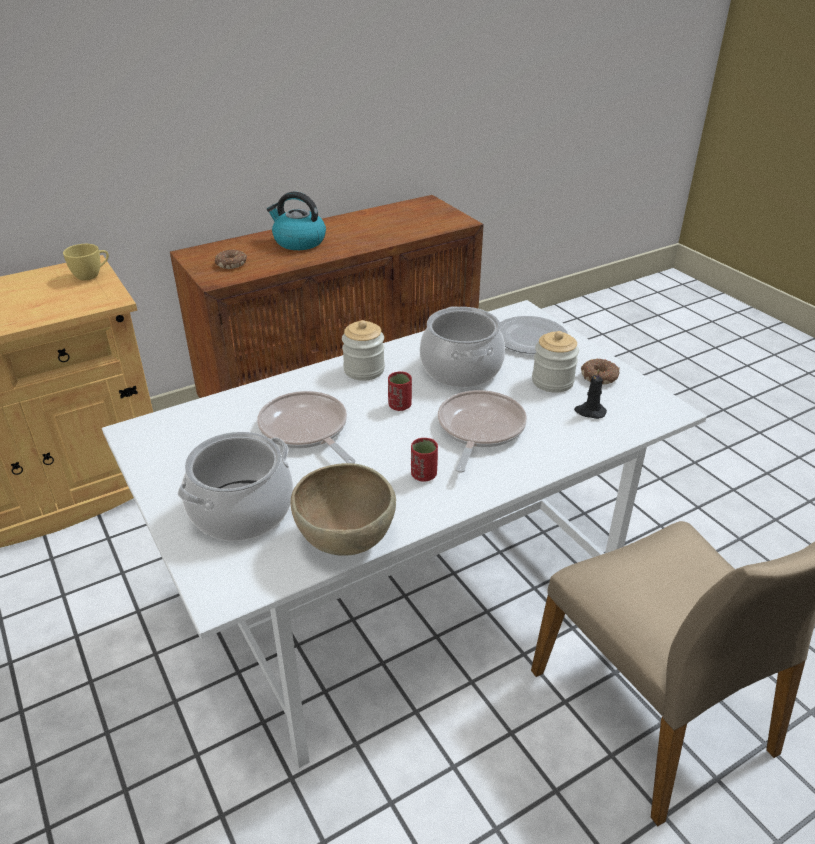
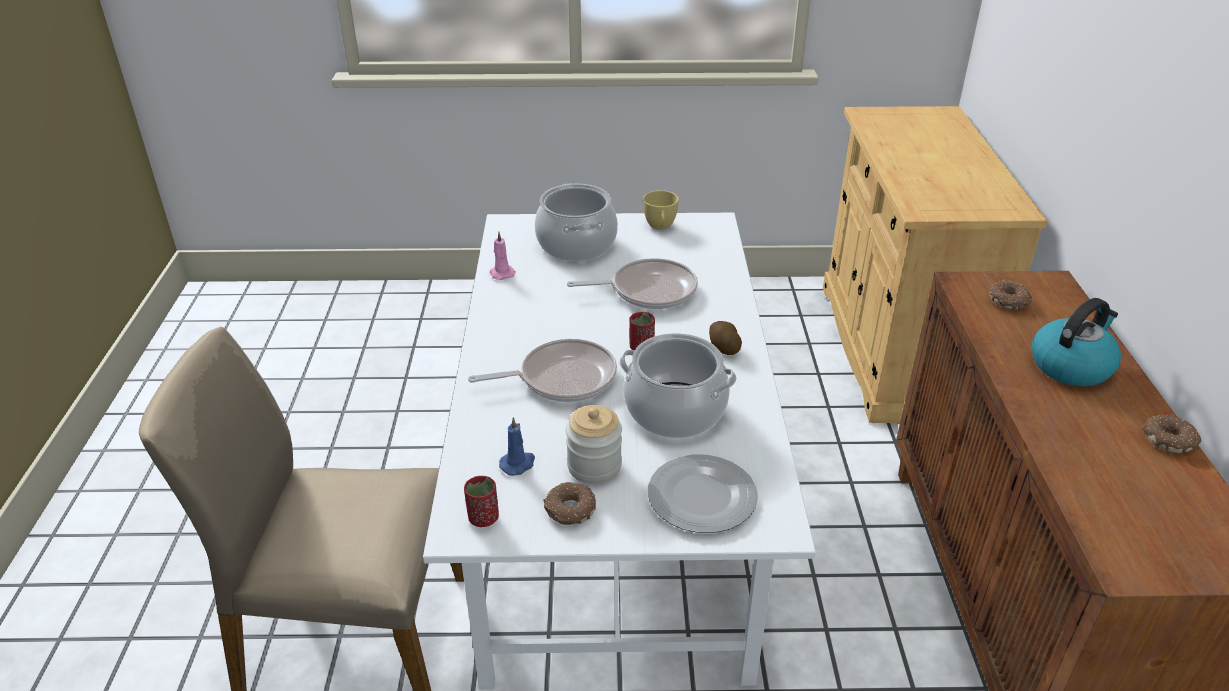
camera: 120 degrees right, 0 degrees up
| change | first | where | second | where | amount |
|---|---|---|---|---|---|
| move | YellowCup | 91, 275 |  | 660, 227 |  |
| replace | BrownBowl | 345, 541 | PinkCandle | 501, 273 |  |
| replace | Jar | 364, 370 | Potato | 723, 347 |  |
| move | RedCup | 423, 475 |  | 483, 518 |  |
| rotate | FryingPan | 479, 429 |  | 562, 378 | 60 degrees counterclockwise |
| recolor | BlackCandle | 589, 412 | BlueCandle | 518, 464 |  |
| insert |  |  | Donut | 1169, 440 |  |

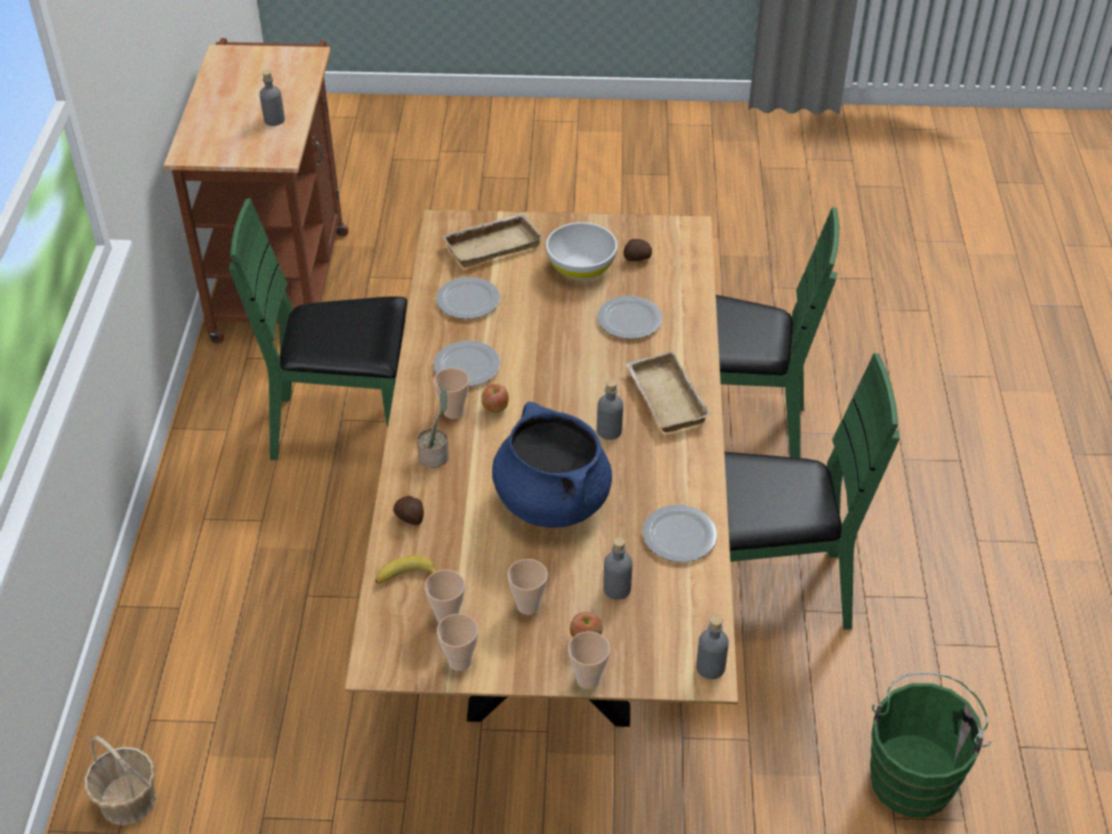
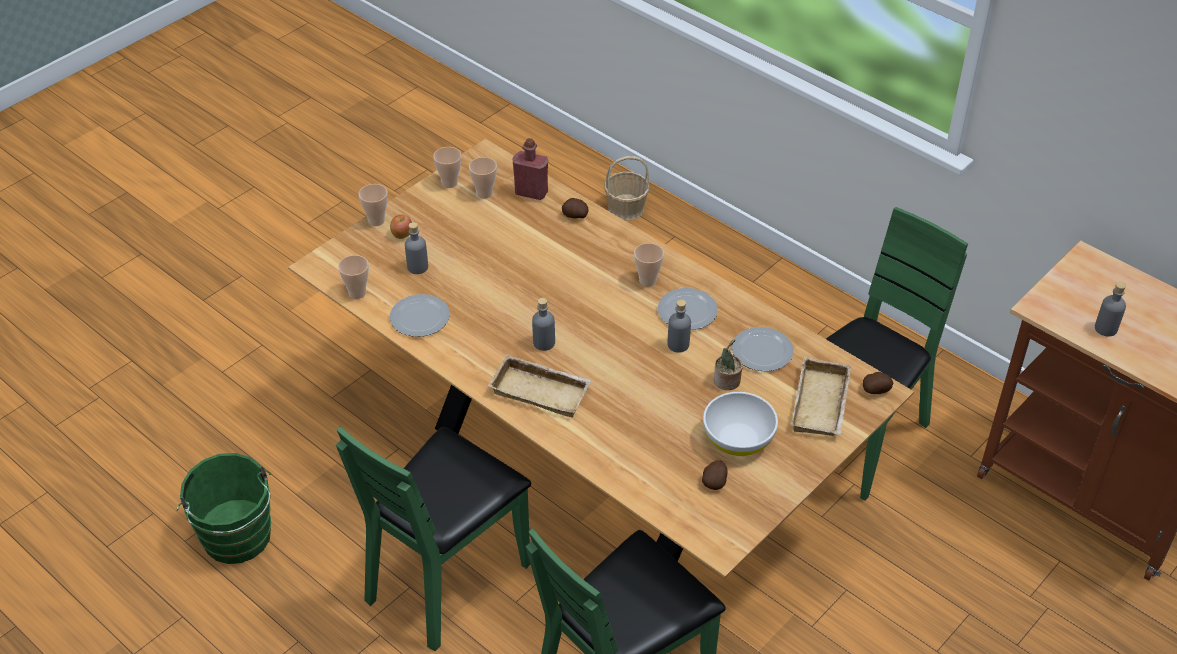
camera: 130 degrees right, 0 degrees up
| change | first | where | second | where | amount |
|---|---|---|---|---|---|
| replace | Banana | 406, 577 | RedBottle | 531, 193 |  |
| move | PottedPlant | 435, 455 |  | 727, 382 |  |
| delete | Apple | 495, 408 |  |  |  |
| delete | BlueCookingPot | 551, 500 |  |  |  |
| move | Cup | 528, 606 |  | 357, 293 |  |
| delete | Plate | 630, 320 |  |  |  |
| move | GreyBottle | 710, 667 |  | 678, 344 |  |
| insert |  |  | Potato | 876, 390 |  |

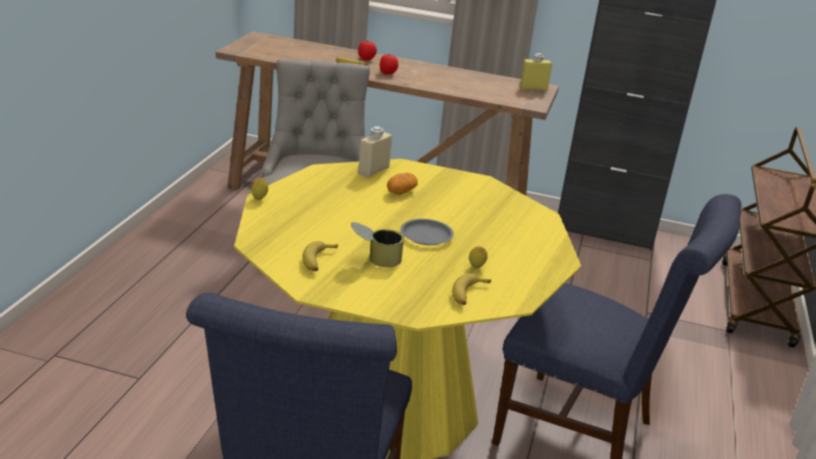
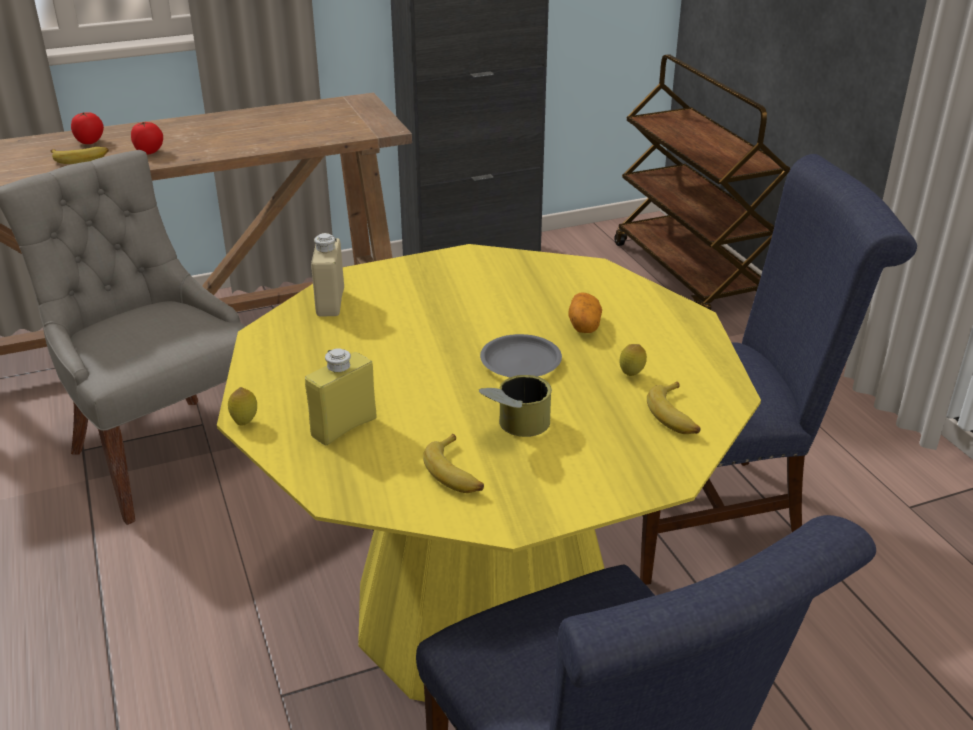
camera: 35 degrees left, 5 degrees up
| change | first | where | second | where | amount |
|---|---|---|---|---|---|
| move | Potato | 401, 192 |  | 584, 325 |  |
| move | YellowBottle | 533, 88 |  | 344, 427 |  |

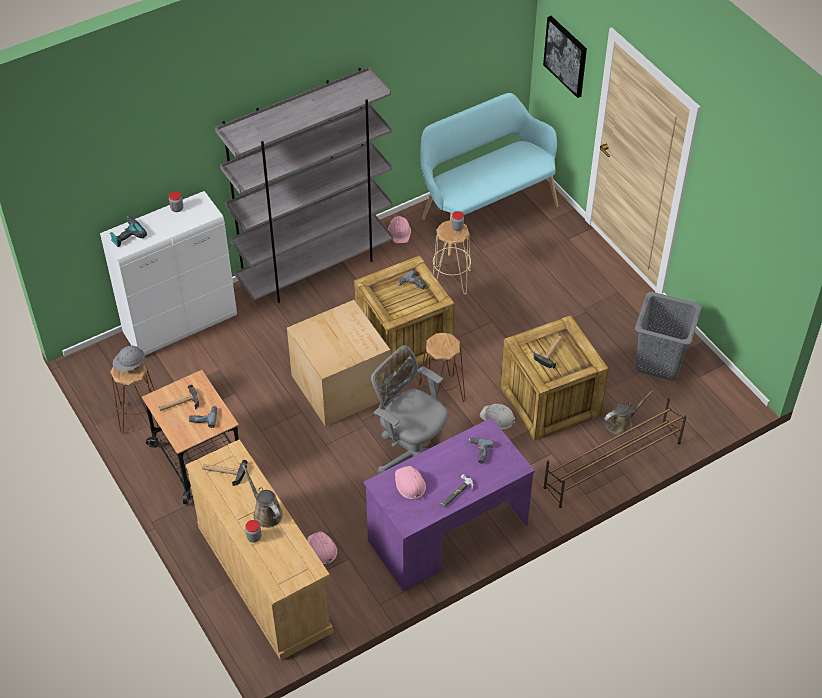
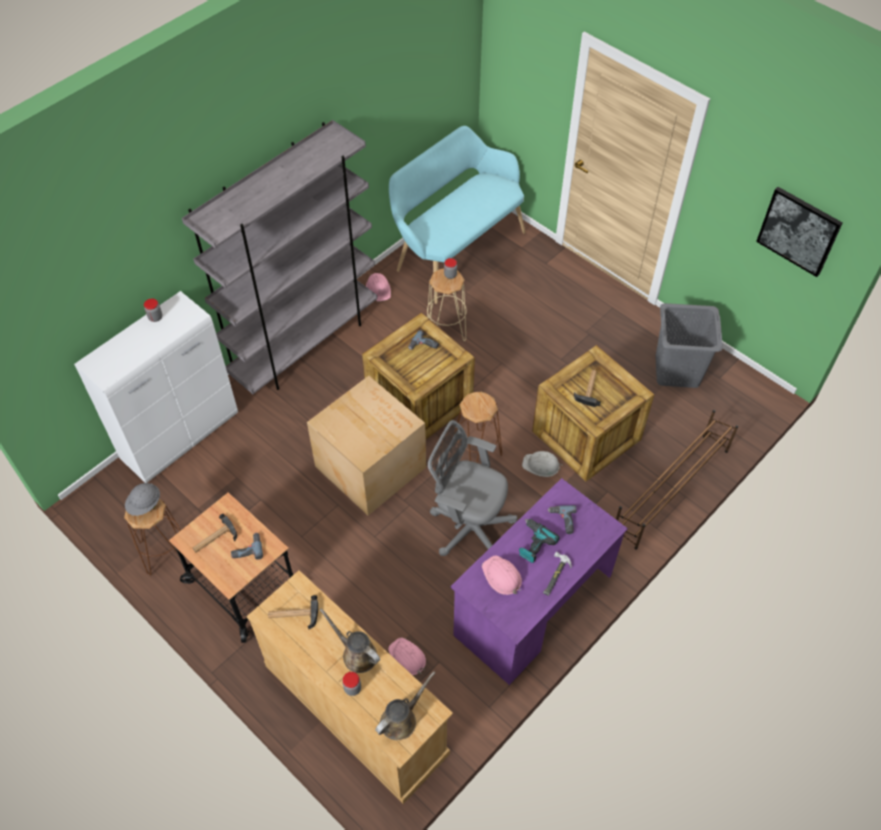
camera: 15 degrees left, 5 degrees up
| change | first | where | second | where | amount |
|---|---|---|---|---|---|
| move | PowerDrill | 126, 235 |  | 533, 543 |  |
| move | Picture | 566, 56 |  | 799, 231 |  |
| move | BrownWateringCan | 621, 423 |  | 401, 719 |  |

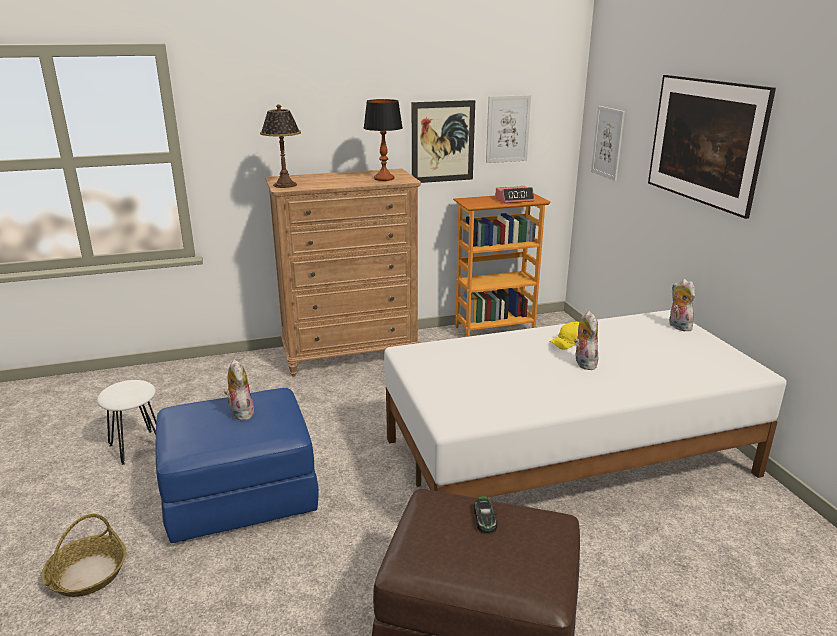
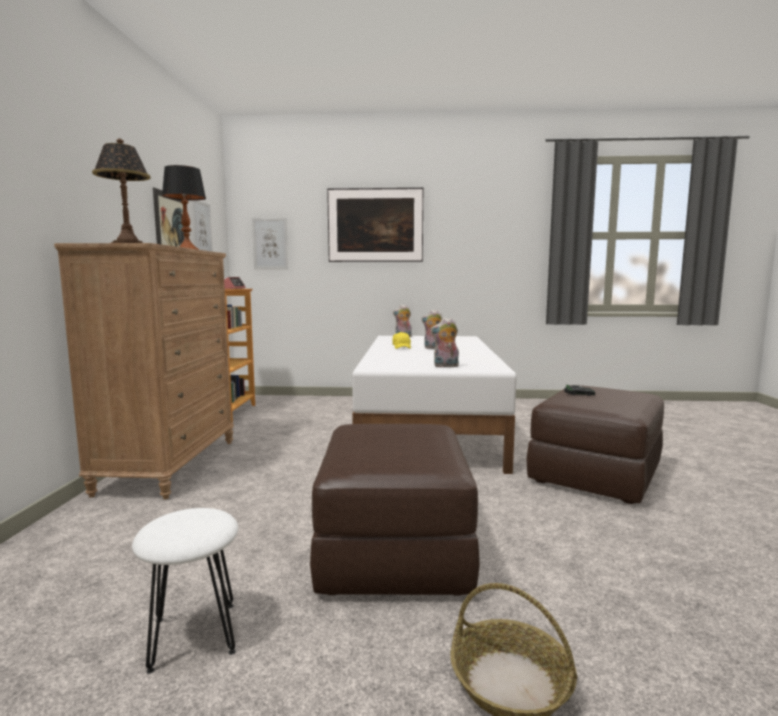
camera: 70 degrees left, 15 degrees down
| change | first | where | second | where | amount |
|---|---|---|---|---|---|
| recolor | BlueOttoman | 241, 494 | BrownOttoman | 393, 548 |  |
| move | PlushToy | 240, 413 |  | 445, 366 |  |

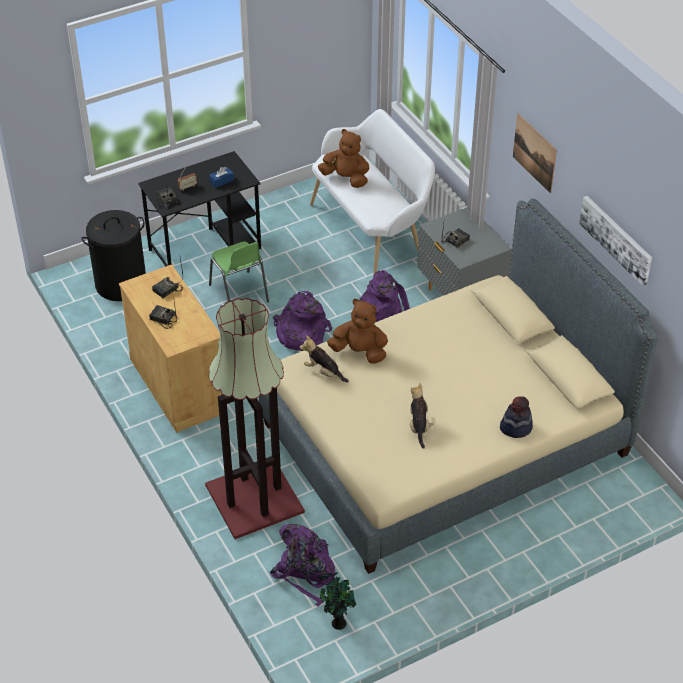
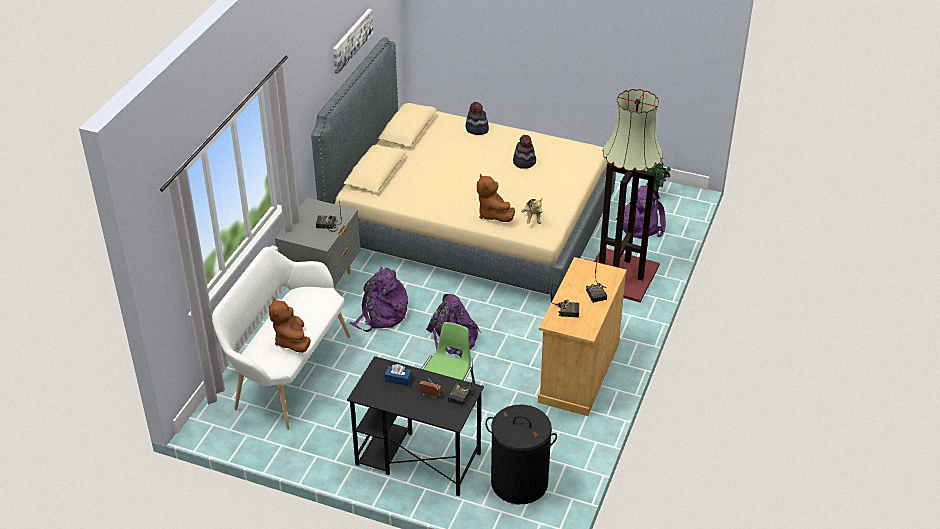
camera: 130 degrees left, 5 degrees down
| change | first | where | second | where | amount |
|---|---|---|---|---|---|
| replace | PlushToy | 419, 426 | Hat | 524, 162 |  |
| delete | Picture | 534, 153 |  |  |  |

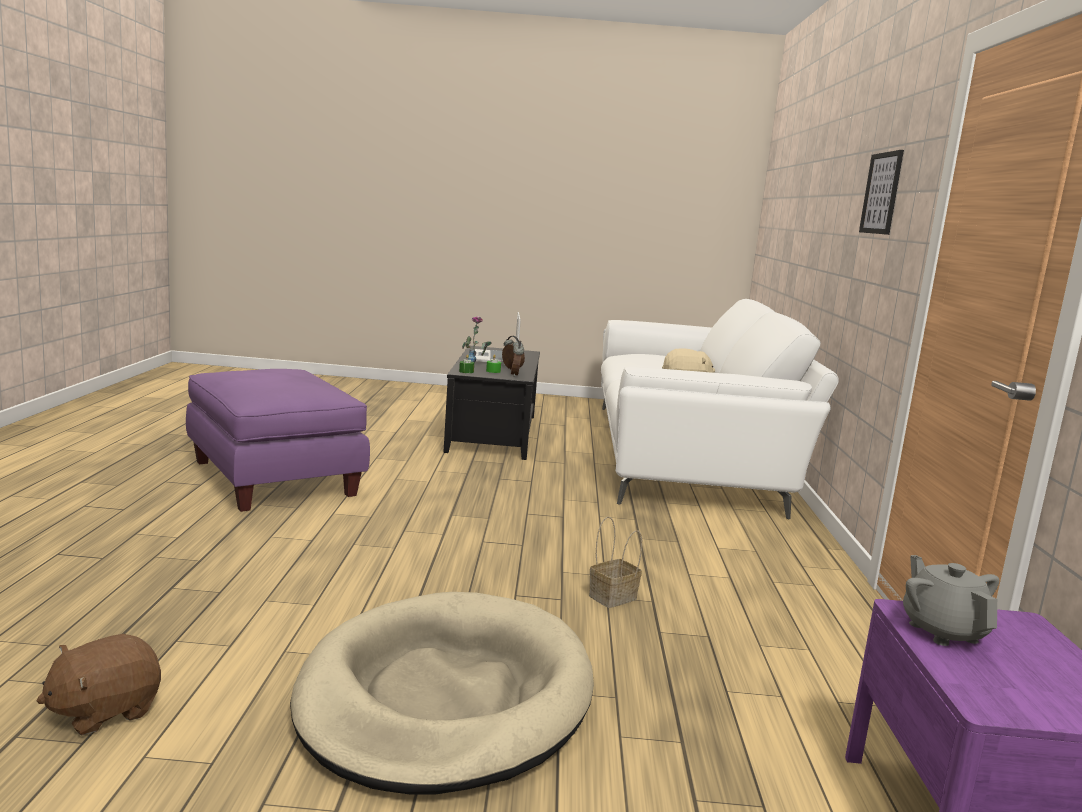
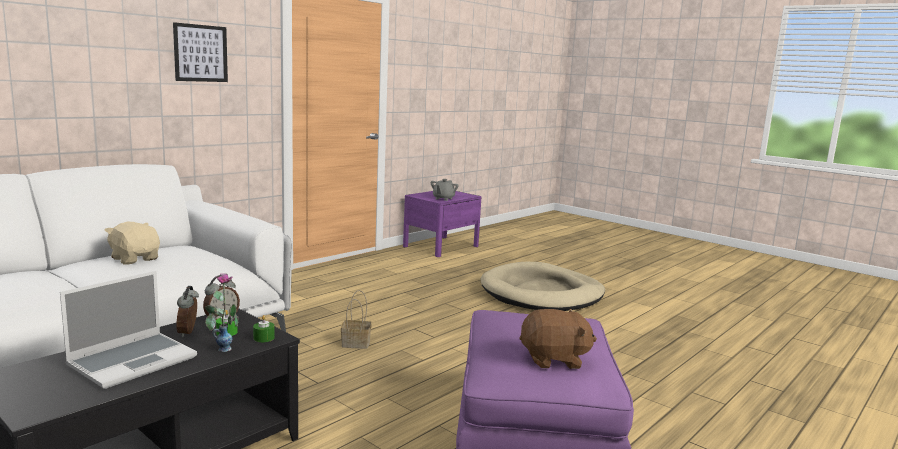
camera: 140 degrees left, 0 degrees up
| change | first | where | second | where | amount |
|---|---|---|---|---|---|
| move | BrownPlushToy | 104, 710 |  | 554, 359 |  |
| move | Basket | 612, 598 |  | 357, 343 |  |

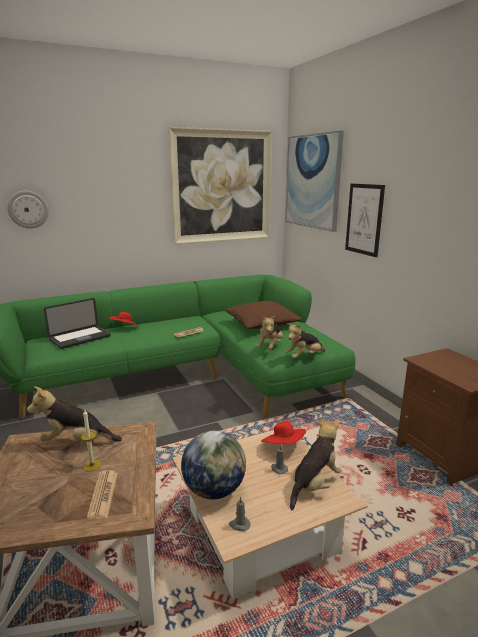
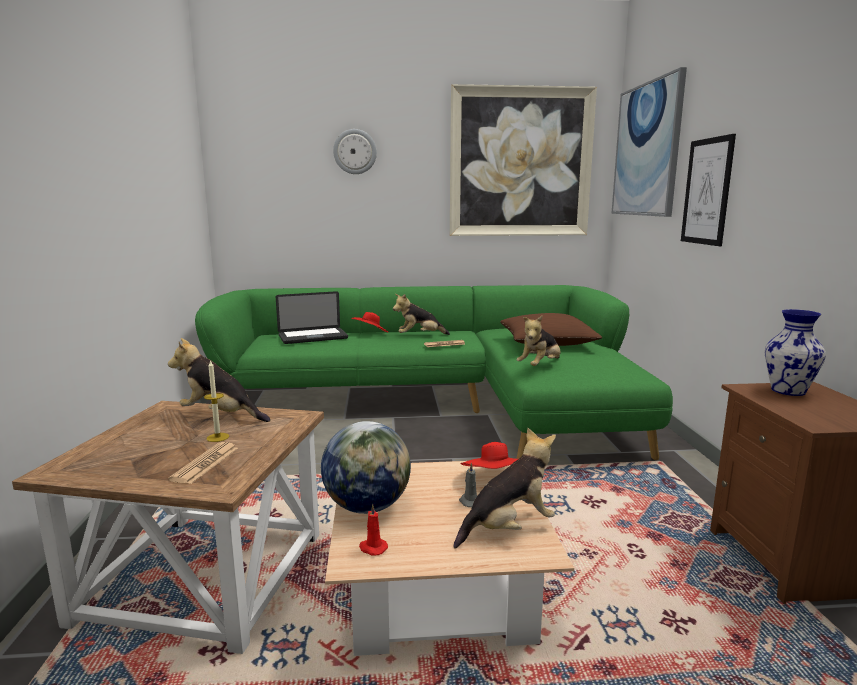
camera: 20 degrees right, 5 degrees down
| change | first | where | second | where | amount |
|---|---|---|---|---|---|
| move | WallClock | 28, 209 |  | 355, 151 |  |
| recolor | GreyCandle | 239, 525 | RedCandle | 372, 548 |  |
| move | PlushToy | 304, 357 |  | 419, 336 |  |
| insert |  |  | Vase | 789, 391 |  |

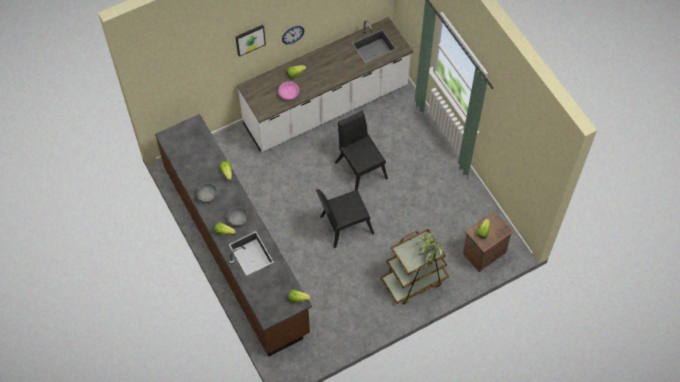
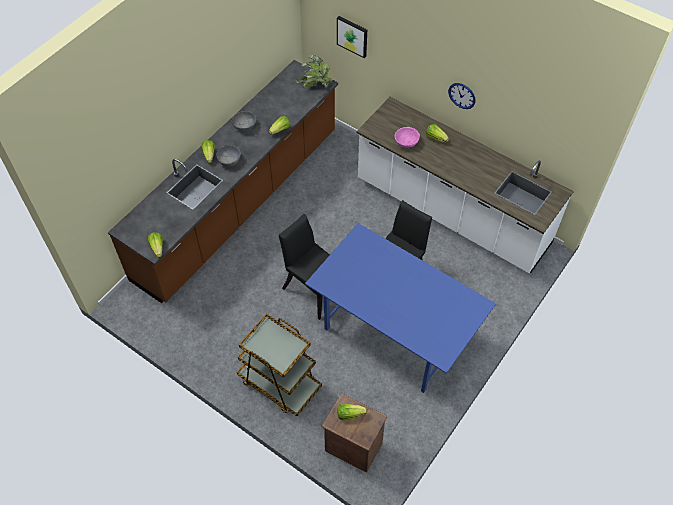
camera: 65 degrees right, 5 degrees down
| change | first | where | second | where | amount |
|---|---|---|---|---|---|
| move | Picture | 250, 39 |  | 352, 36 |  |
| move | PottedPlant | 429, 253 |  | 314, 83 |  |
| insert |  |  | BlueDiningTable | 393, 332 |  |

